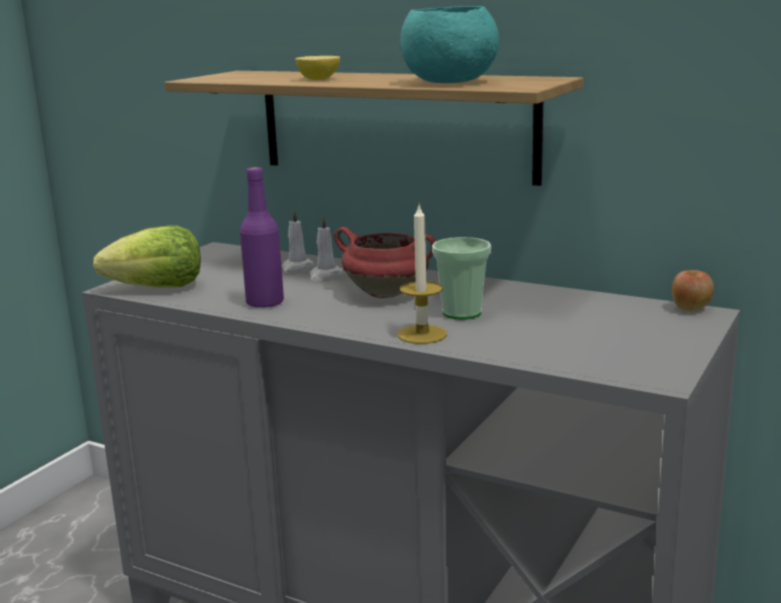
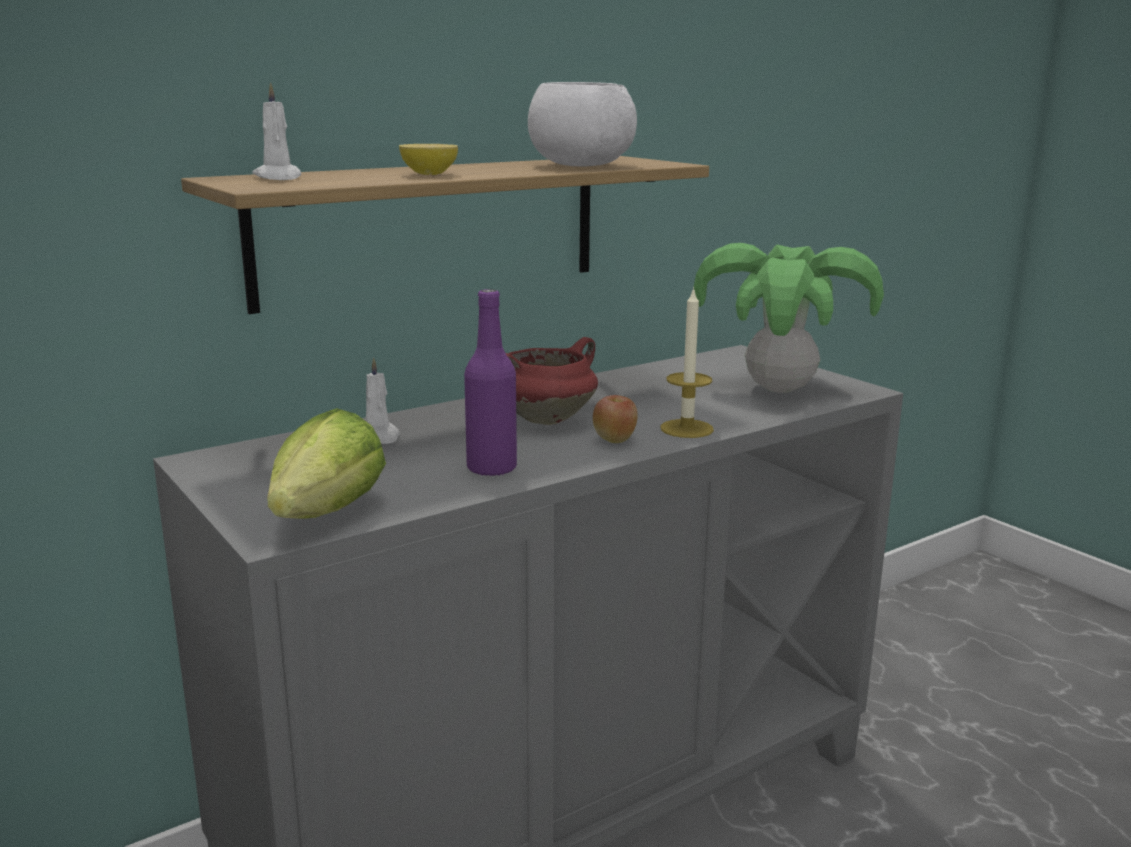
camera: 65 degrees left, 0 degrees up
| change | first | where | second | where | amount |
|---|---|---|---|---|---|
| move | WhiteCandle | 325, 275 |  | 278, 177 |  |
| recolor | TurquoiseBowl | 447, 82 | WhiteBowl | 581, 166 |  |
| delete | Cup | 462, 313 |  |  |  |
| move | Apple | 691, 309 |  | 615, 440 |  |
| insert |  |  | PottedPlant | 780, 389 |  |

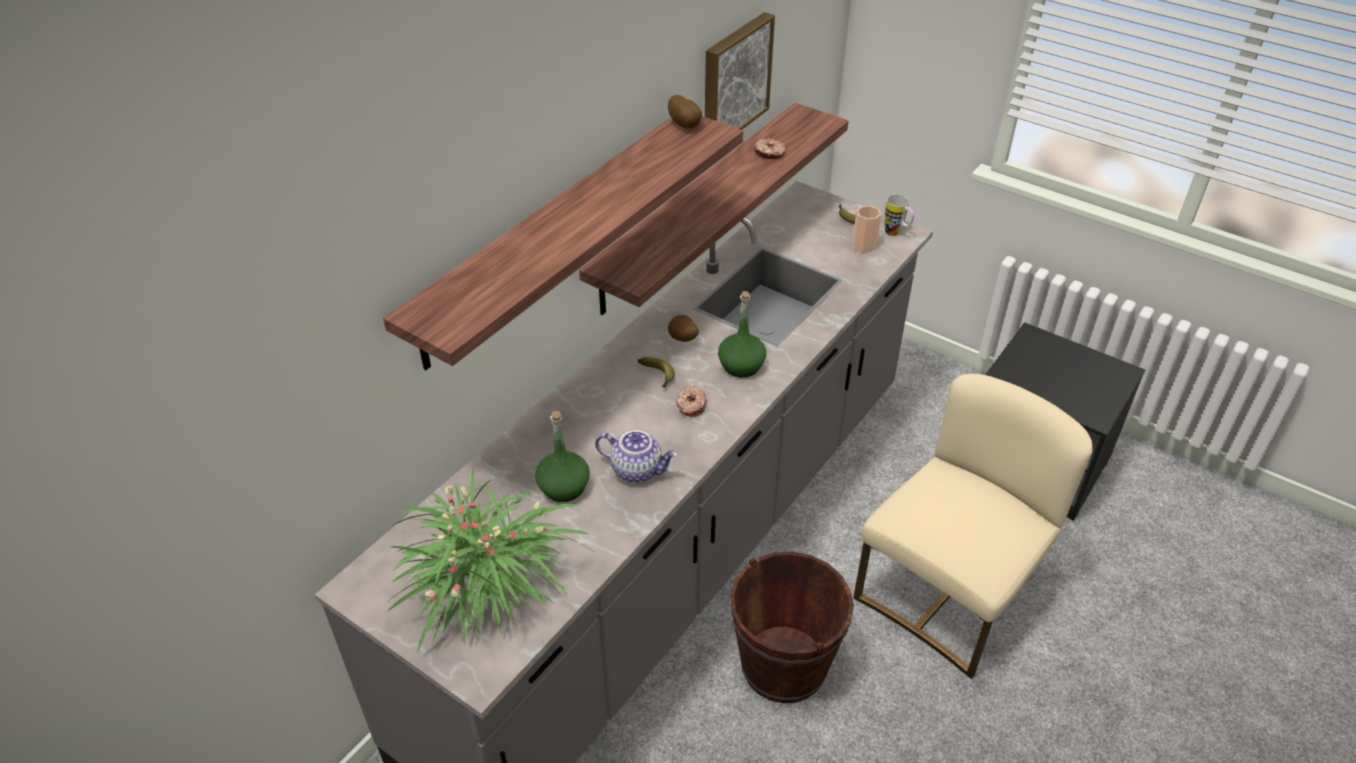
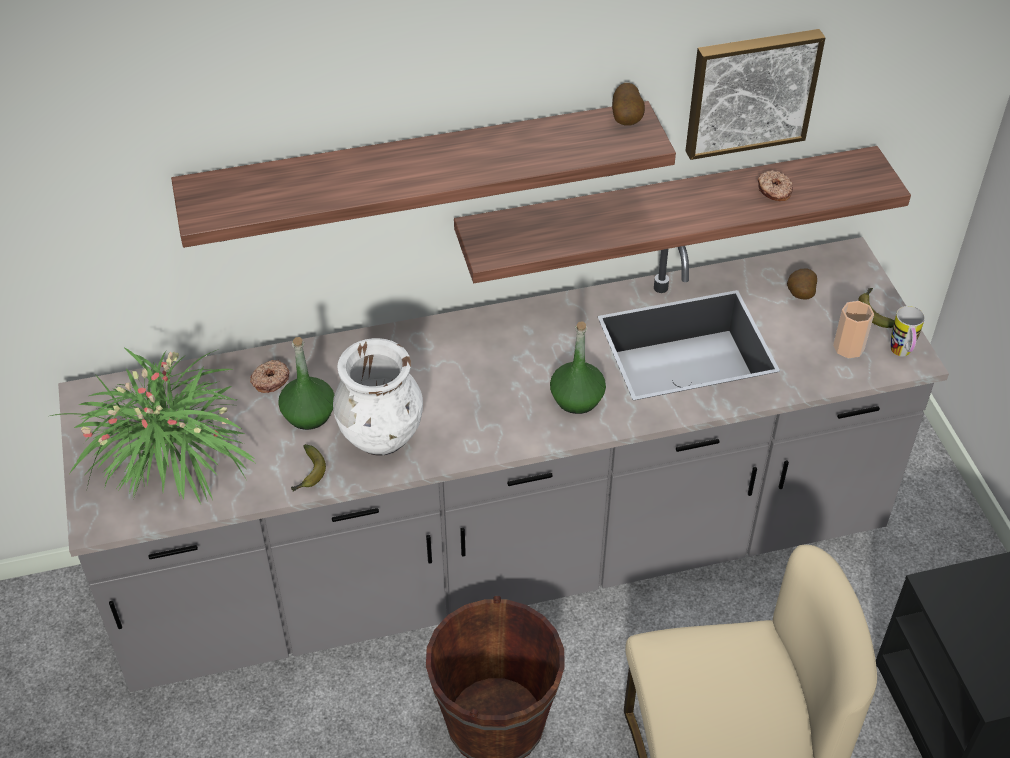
camera: 40 degrees right, 5 degrees up
| change | first | where | second | where | amount |
|---|---|---|---|---|---|
| replace | Teapot | 637, 469 | WhiteVase | 381, 437 |  |
| move | Banana | 658, 376 |  | 308, 474 |  |
| move | Potato | 682, 340 |  | 799, 295 |  |
| move | Donut | 690, 406 |  | 270, 380 |  |

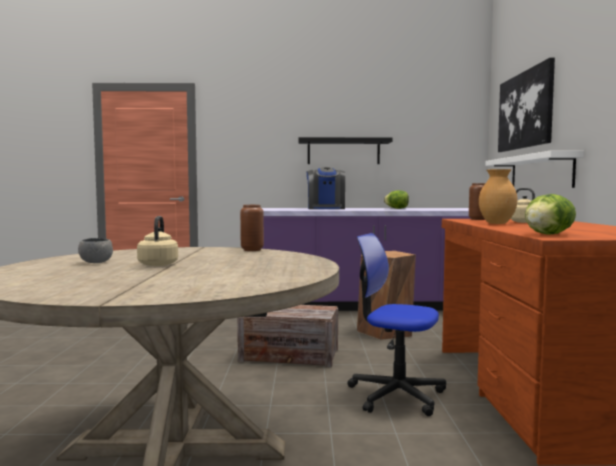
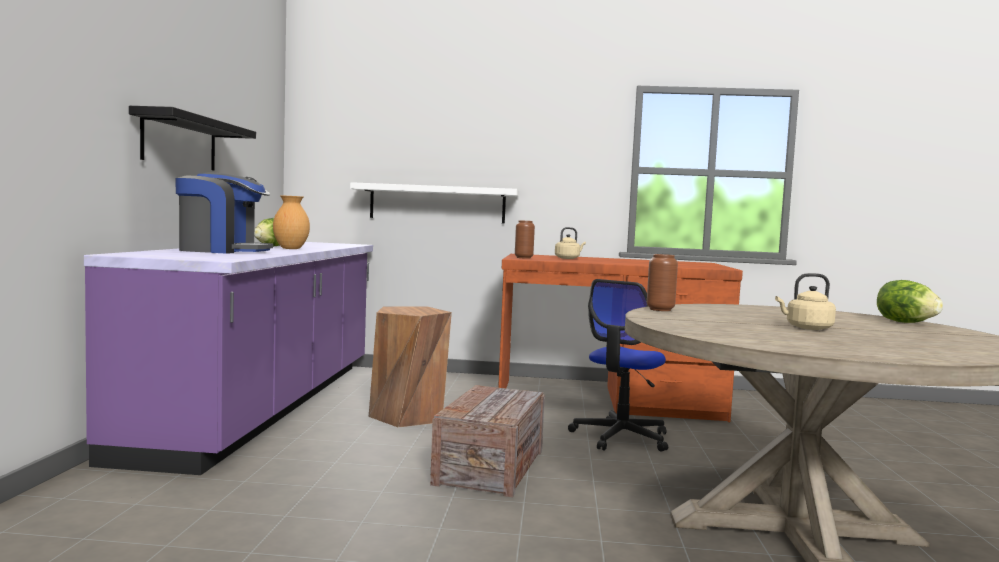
camera: 85 degrees left, 0 degrees up
| change | first | where | second | where | amount |
|---|---|---|---|---|---|
| delete | GreyBowl | 96, 262 |  |  |  |
| move | BrownVase | 497, 223 |  | 291, 249 |  |
| delete | Picture | 525, 110 |  |  |  |
| move | Lettuce | 547, 234 |  | 905, 322 |  |

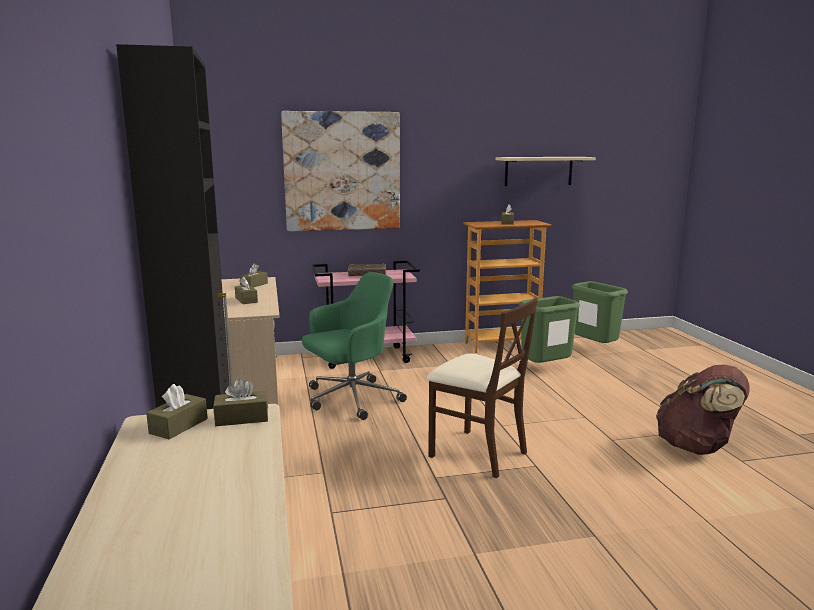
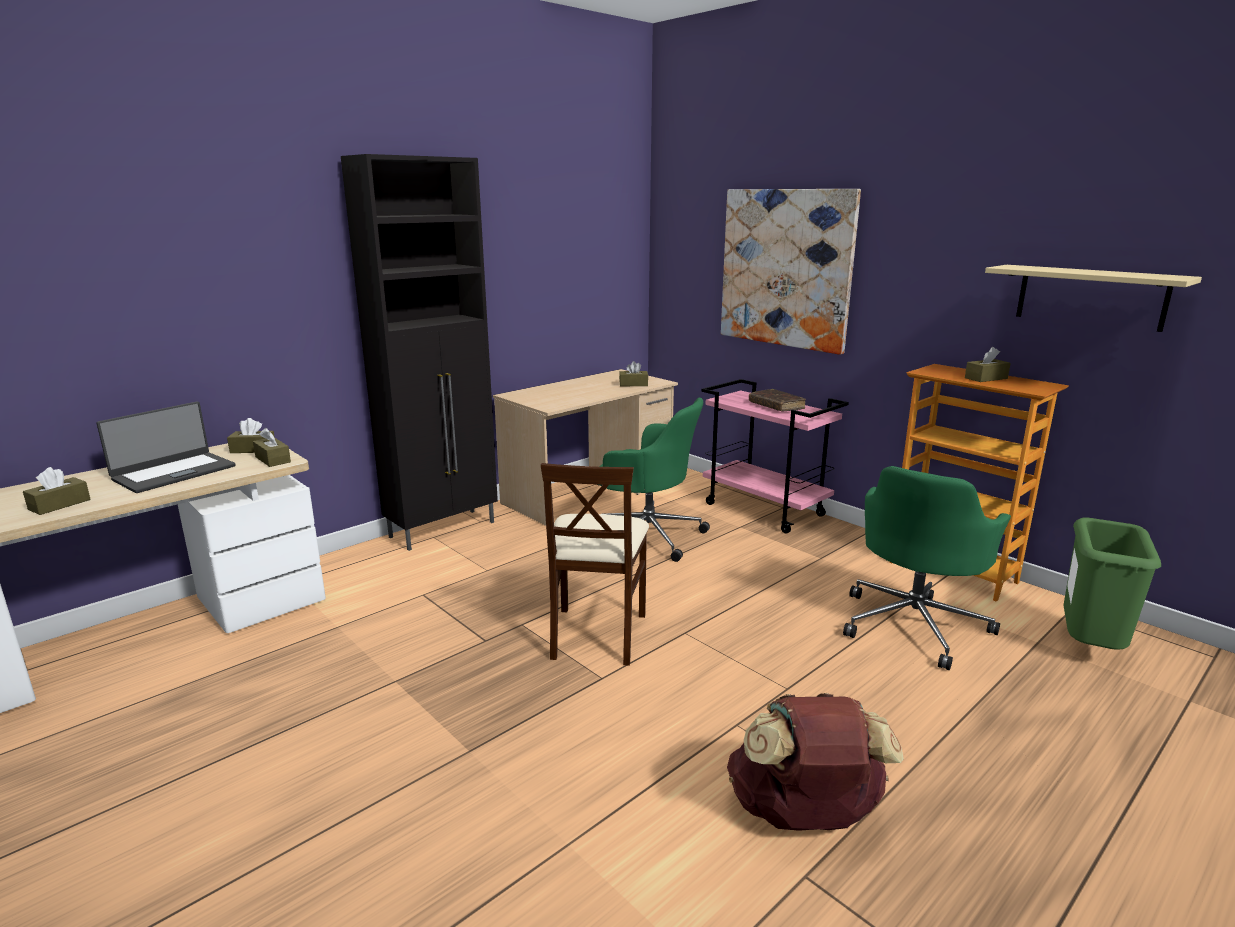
camera: 60 degrees right, 5 degrees up
| change | first | where | second | where | amount |
|---|---|---|---|---|---|
| move | BrownTissueBox | 246, 300 |  | 59, 504 |  |
| replace | GreenTrashCan | 545, 370 | GreenOfficeChair | 914, 624 |  |
| insert |  |  | Laptop | 173, 472 |  |

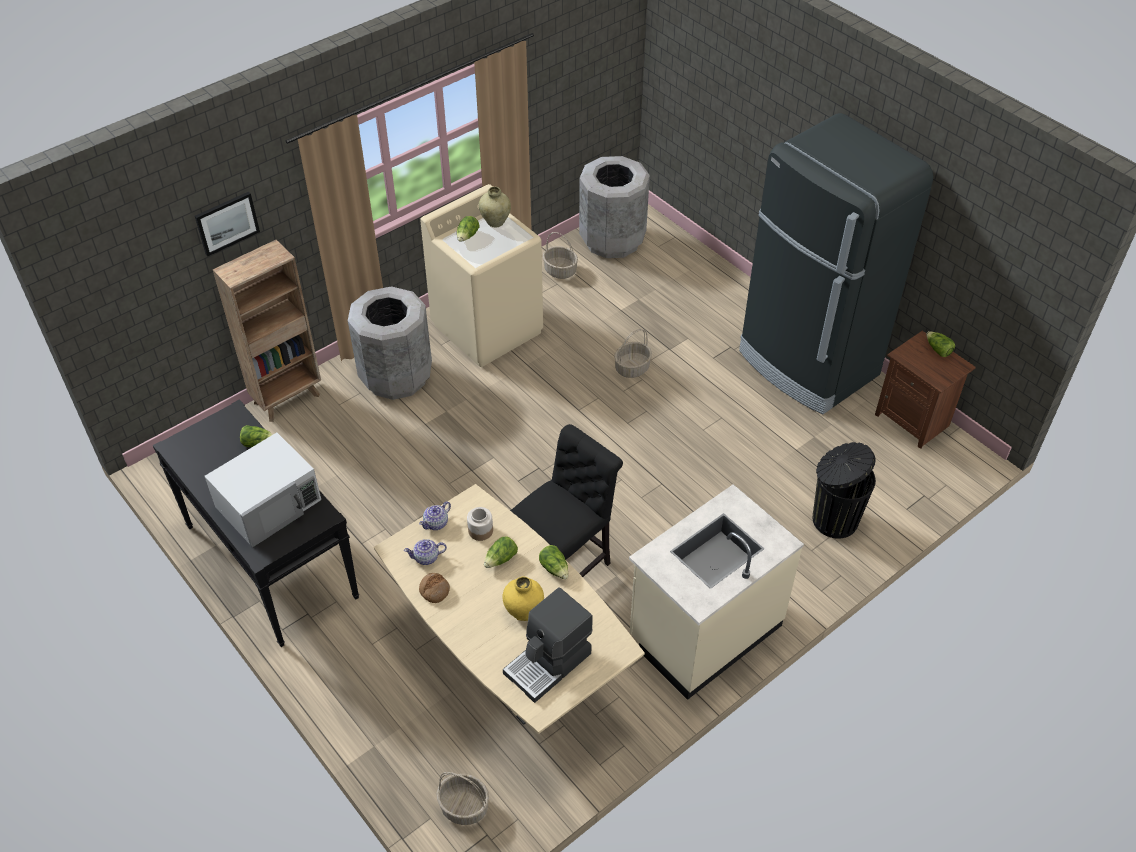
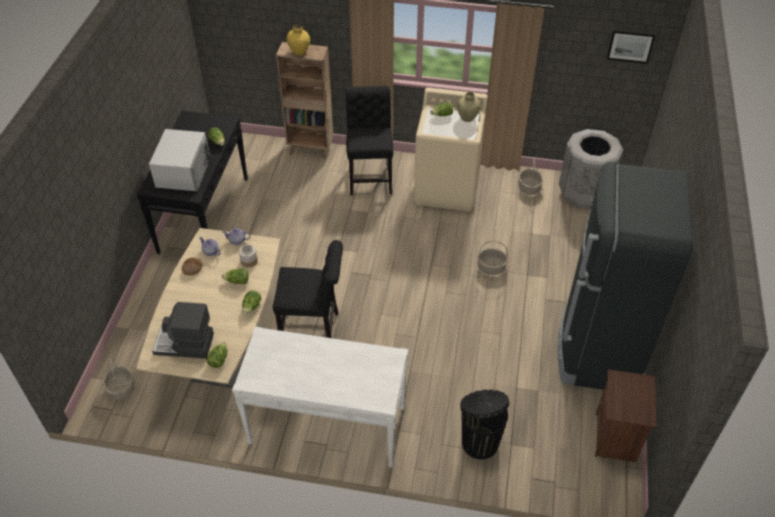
camera: 50 degrees right, 0 degrees up
| change | first | where | second | where | amount |
|---|---|---|---|---|---|
| move | Picture | 227, 223 |  | 630, 46 |  |
| rotate | WhiteMicrowave | 269, 503 |  | 183, 171 | 90 degrees counterclockwise |
| replace | GreyTrashCan | 396, 376 | BlackChair | 370, 177 |  |
| move | YellowVase | 524, 612 |  | 299, 52 |  |
| replace | BeigeCounter | 704, 632 | WhiteConsoleTable | 326, 425 |  |
| move | Lettuce | 938, 350 |  | 218, 359 |  |

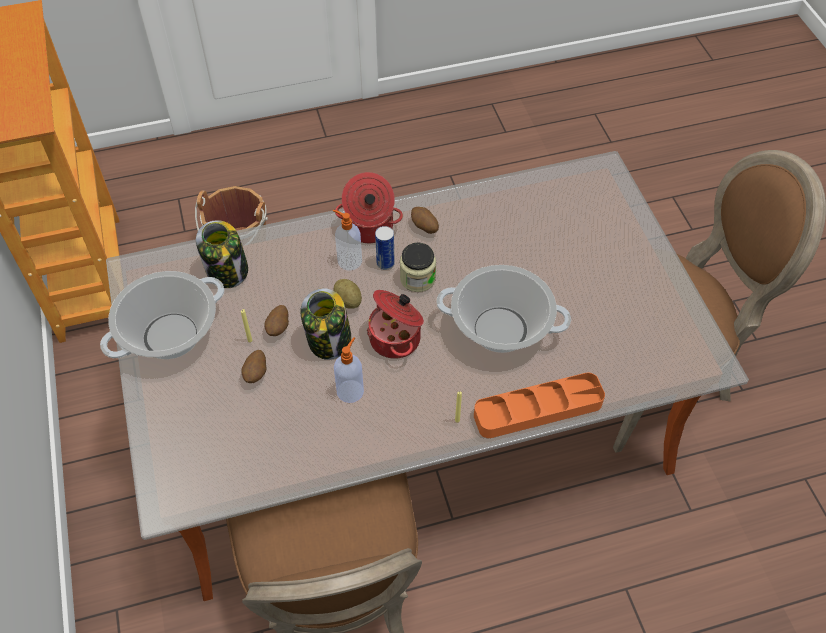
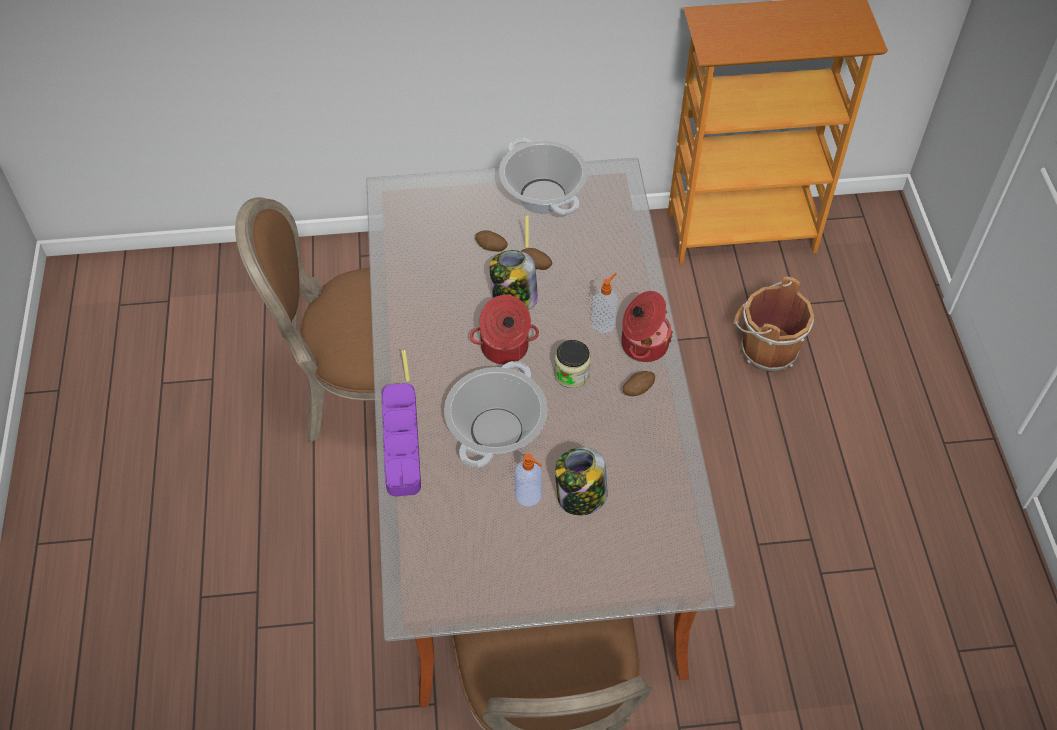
camera: 100 degrees right, 0 degrees up
| change | first | where | second | where | amount |
|---|---|---|---|---|---|
| move | Jar | 227, 271 |  | 580, 497 |  |
| delete | Potato | 348, 301 |  |  |  |
| move | SoapDispenser | 350, 390 |  | 529, 495 |  |
| delete | Can | 385, 263 |  |  |  |
| recolor | OrangeTray | 538, 409 | PurpleTray | 401, 442 |  |

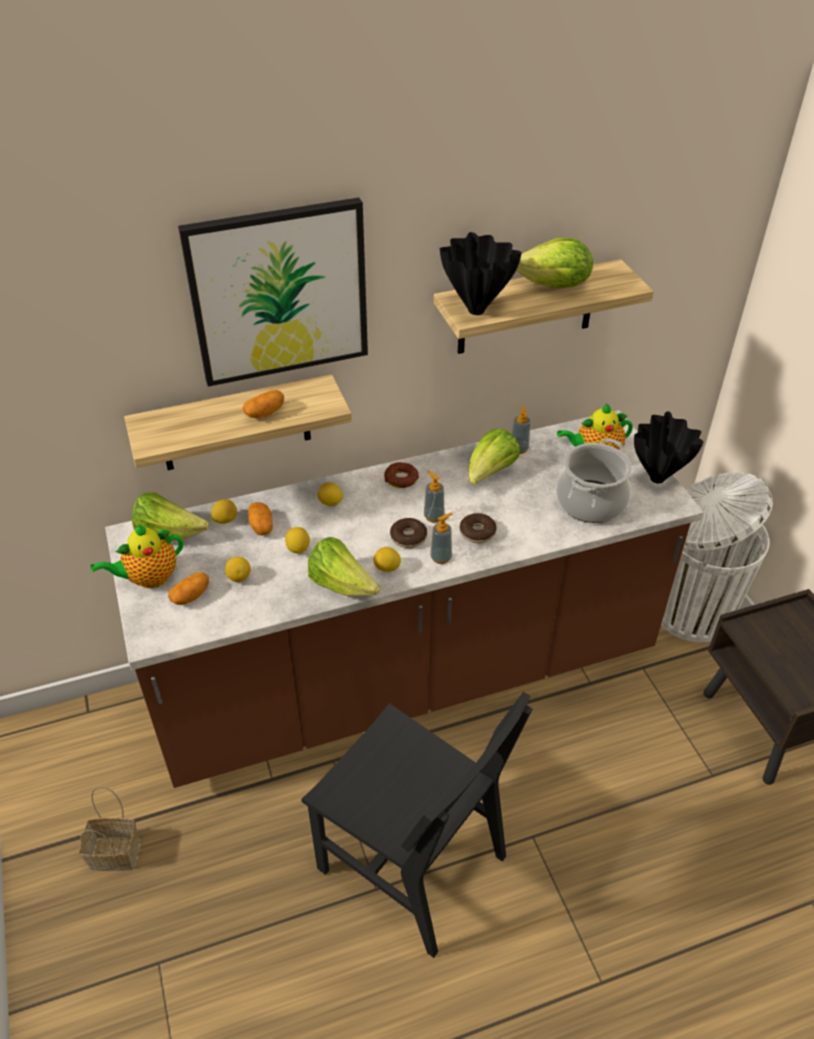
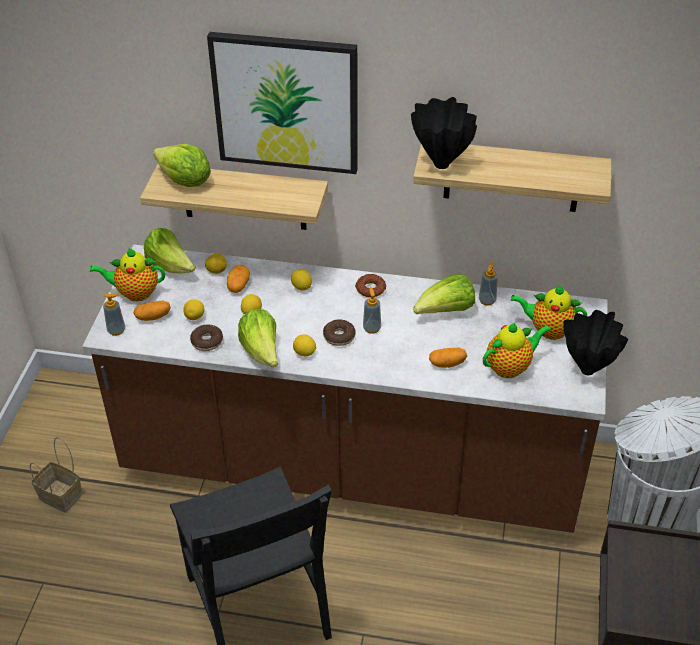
camera: 30 degrees right, 0 degrees up
| change | first | where | second | where | amount |
|---|---|---|---|---|---|
| move | Potato | 265, 413 |  | 447, 363 |  |
| move | SoapDispenser | 441, 557 |  | 116, 330 |  |
| move | Donut | 477, 532 |  | 207, 341 |  |
| move | Lettuce | 554, 286 |  | 185, 181 |  |
| replace | CookingPot | 591, 502 | Teapot | 510, 367 |  |

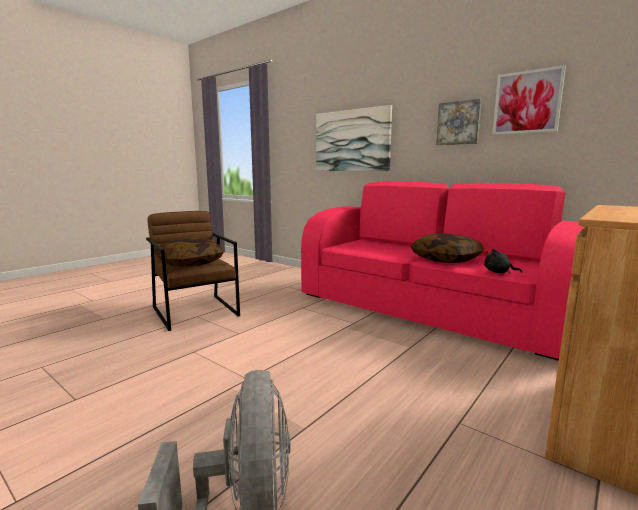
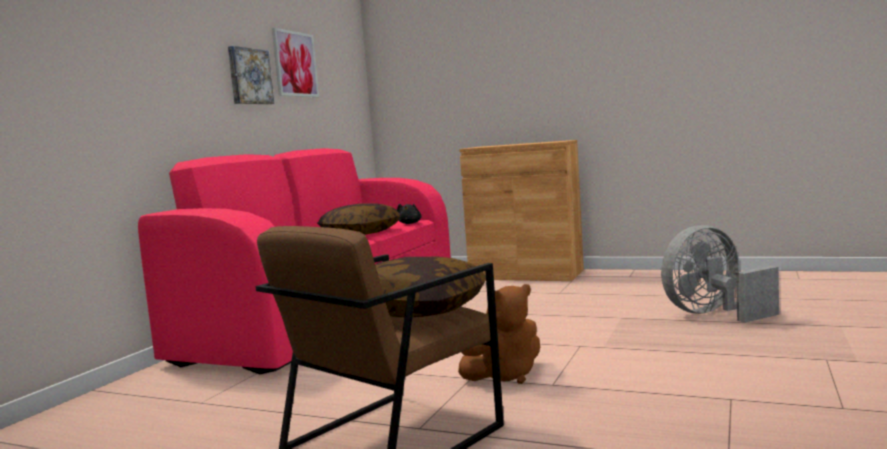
camera: 105 degrees left, 5 degrees down
| change | first | where | second | where | amount |
|---|---|---|---|---|---|
| delete | Picture | 352, 140 |  |  |  |
| insert |  |  | BrownPlushToy | 505, 376 |  |

